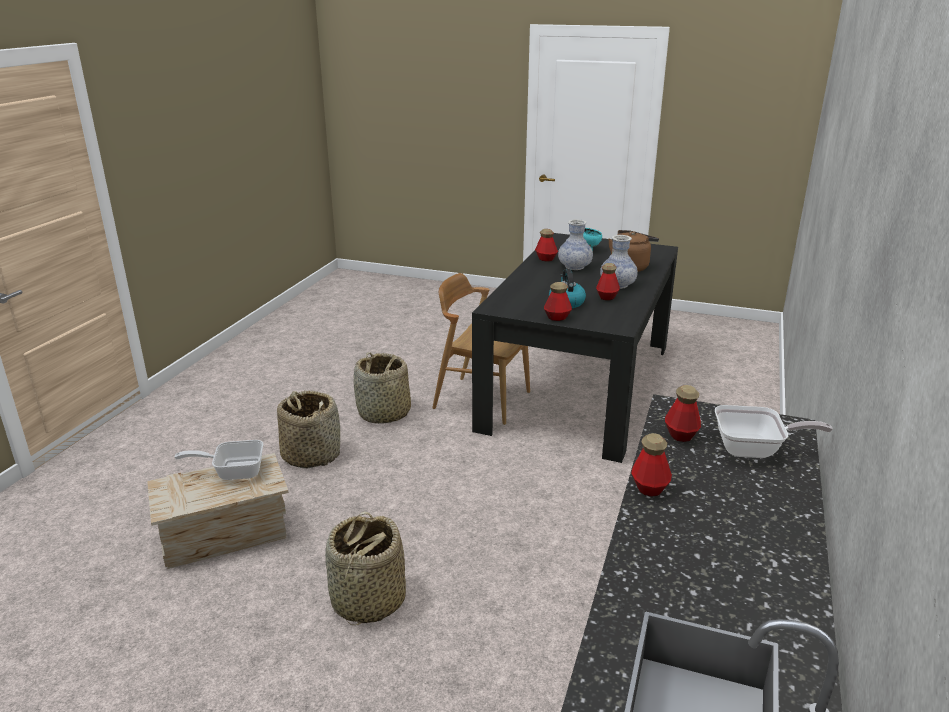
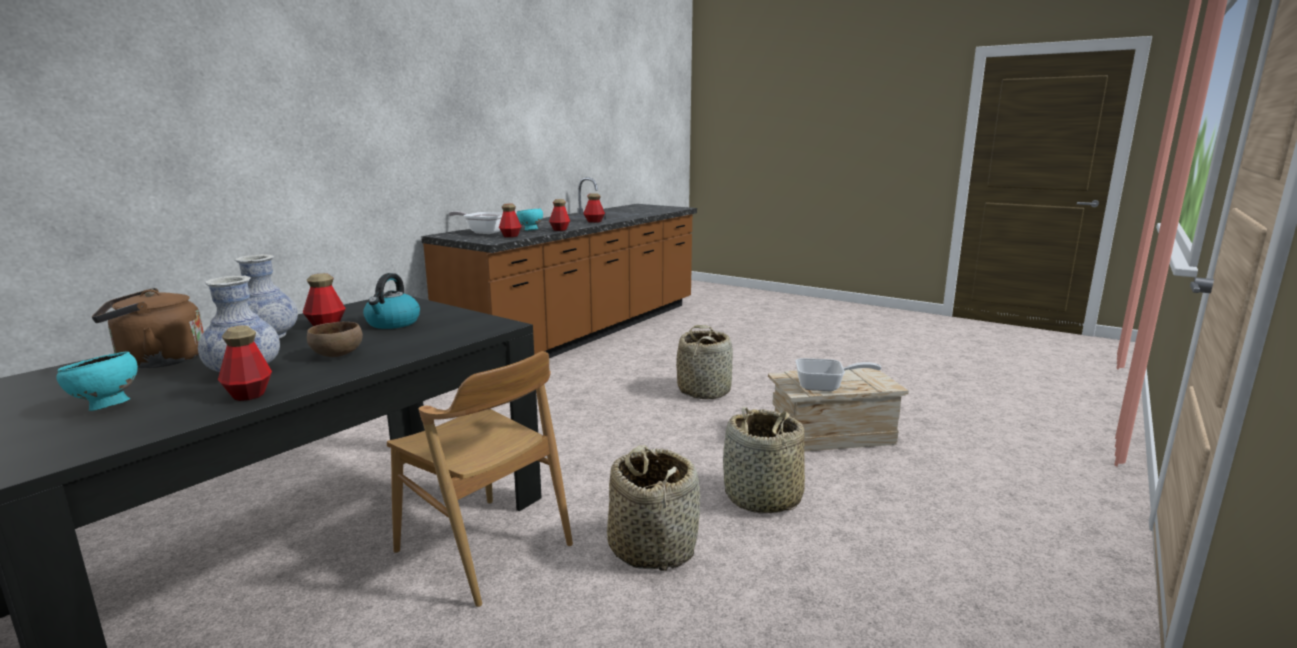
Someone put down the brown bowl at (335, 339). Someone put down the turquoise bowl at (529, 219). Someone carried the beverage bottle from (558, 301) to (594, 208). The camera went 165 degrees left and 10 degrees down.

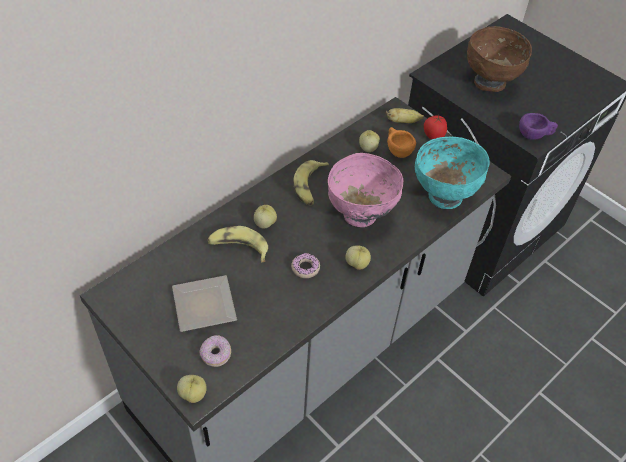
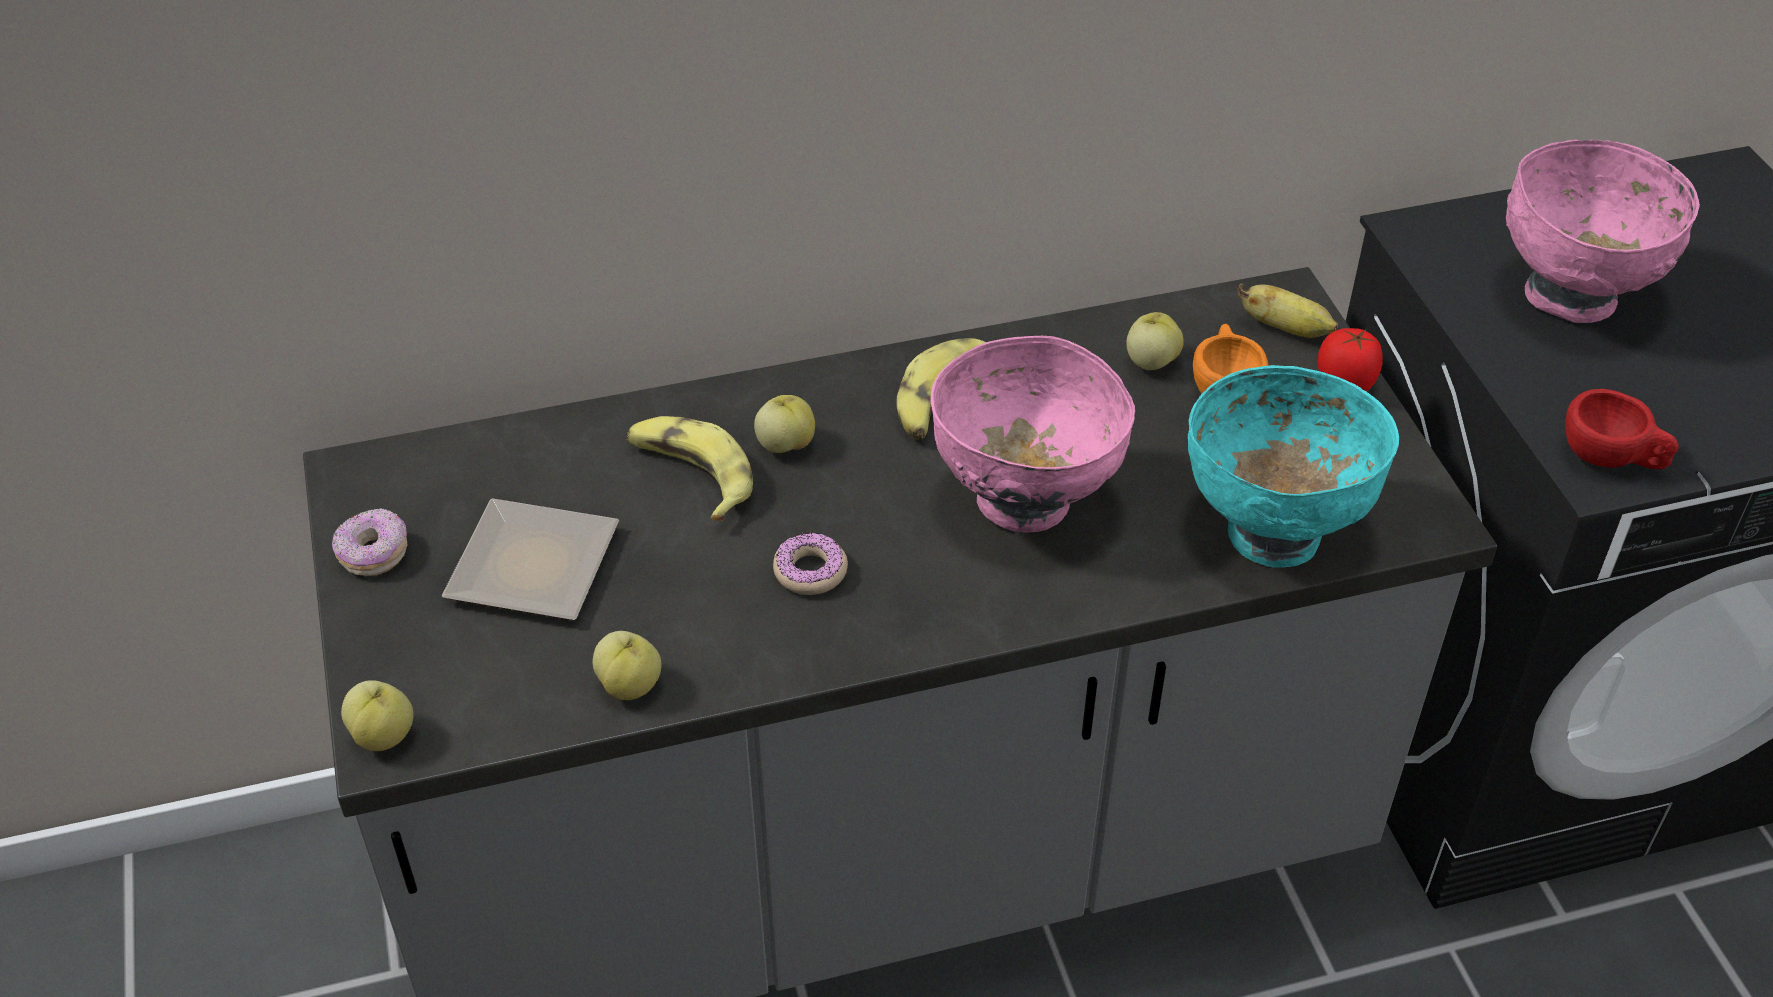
Someone carried the ring doughnut from (215, 351) to (369, 542). Someone carried the apple from (358, 258) to (627, 665). Someone repainted the brown bowl at (499, 59), which became the pink-coloured bowl at (1603, 231). Someone repainted the purple drinking cup at (538, 126), which became the red-coloured drinking cup at (1622, 429). The camera went 30 degrees right and 5 degrees down.

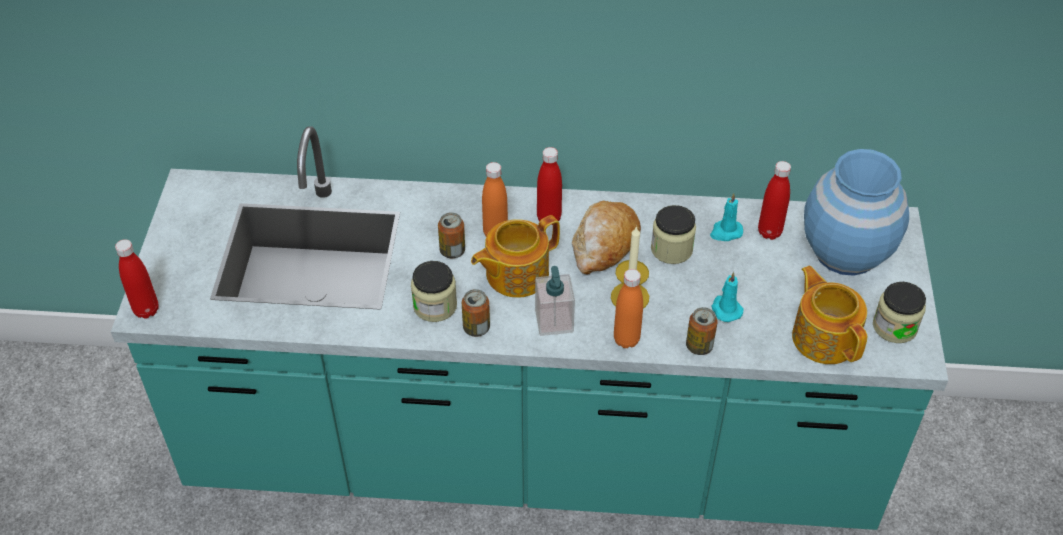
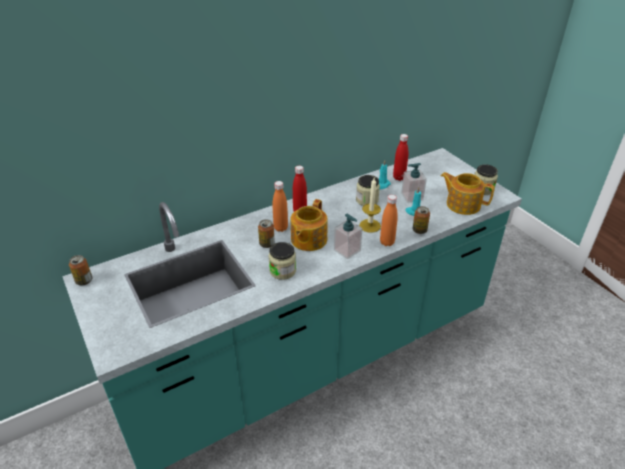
Someone took away the red-coloured beverage bottle at (136, 279). Someone took away the baked bread at (606, 237). Someone took away the blue-coloured vase at (856, 212). Someone put down the liquid soap bottle at (414, 183). Someone carried the sealed can from (476, 313) to (80, 270). The camera went 35 degrees left and 10 degrees down.

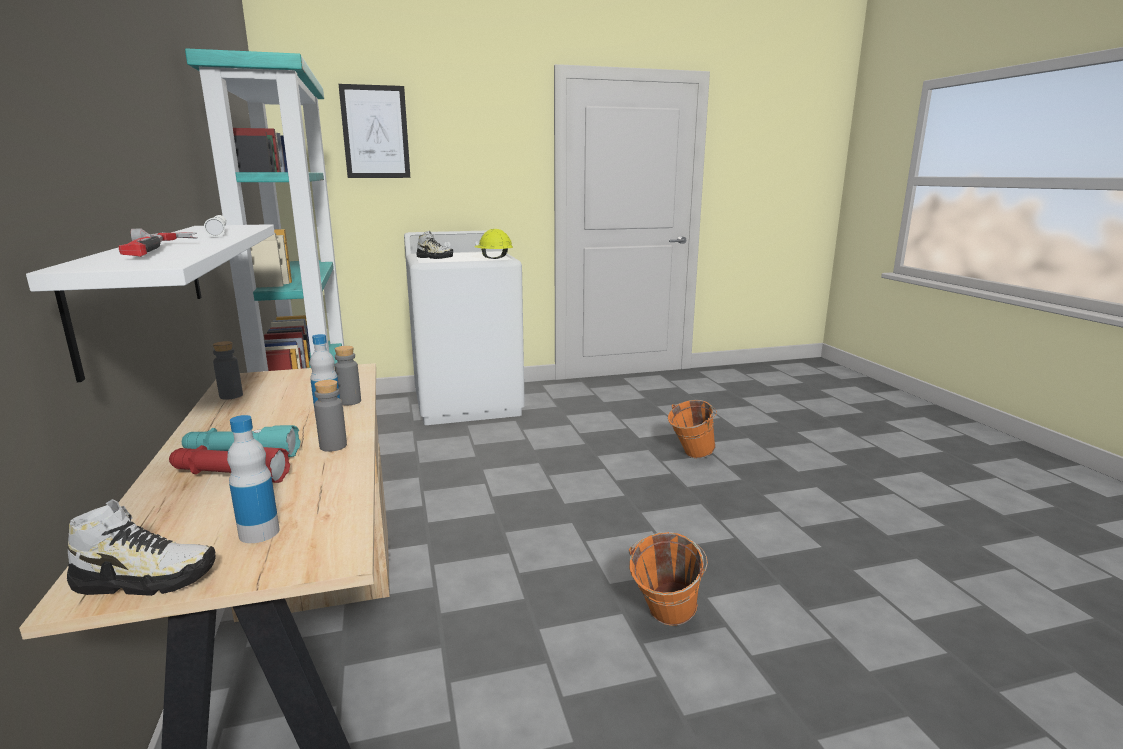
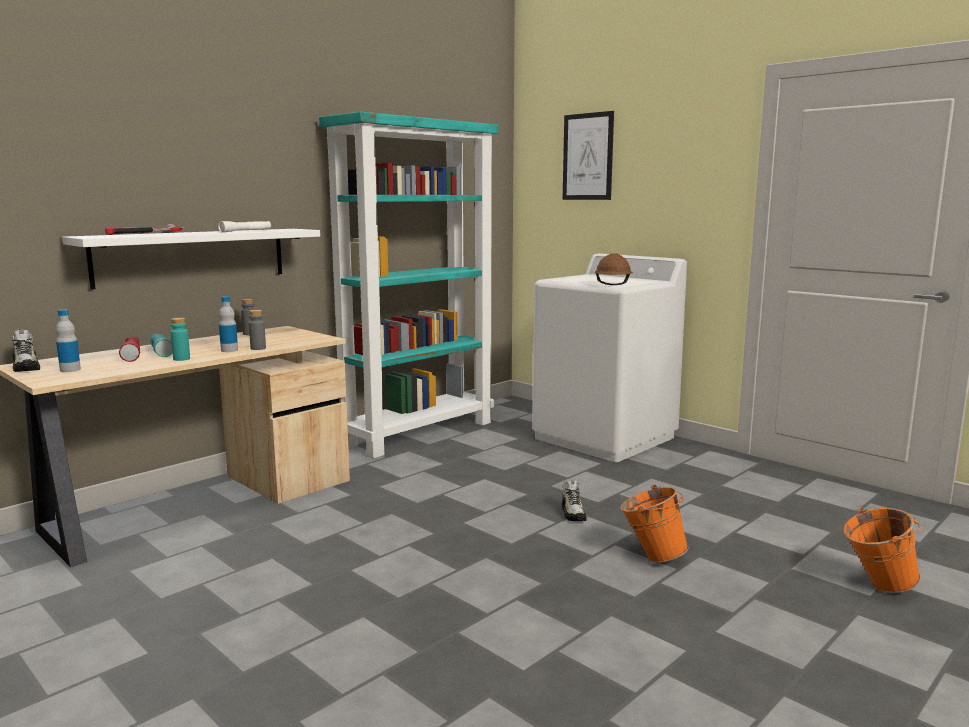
Someone carried the low shoe from (434, 245) to (574, 500). Someone carried the orange water bucket from (668, 579) to (882, 550). Someone repainted the gray beverage bottle at (330, 416), which became the turquoise beverage bottle at (180, 339). Someone repainted the yellow-coloured hard hat at (493, 244), which became the brown hard hat at (614, 269). The camera went 60 degrees right and 5 degrees down.

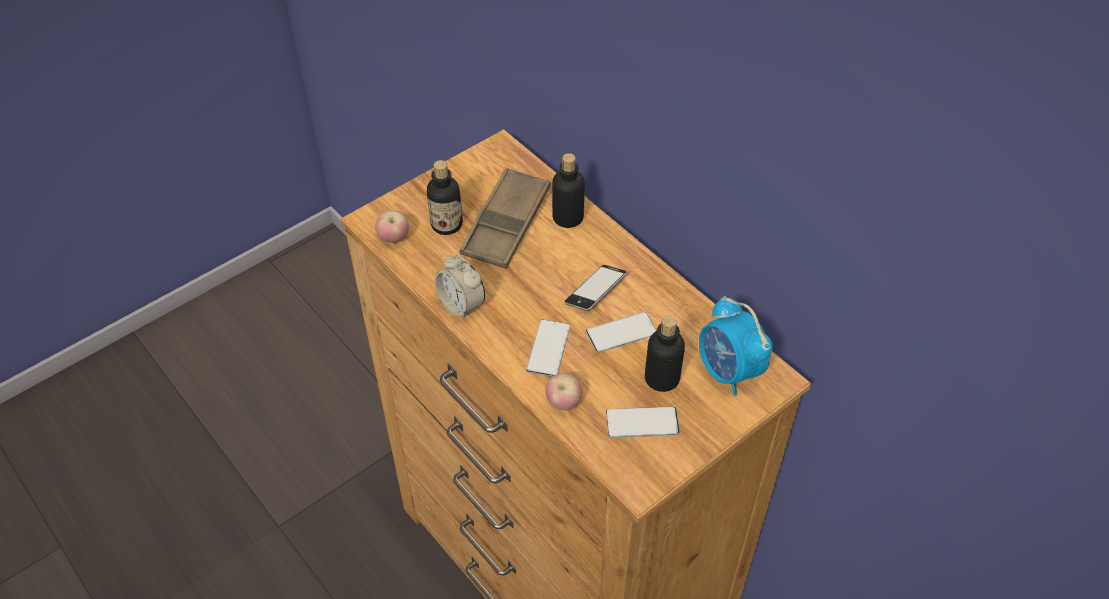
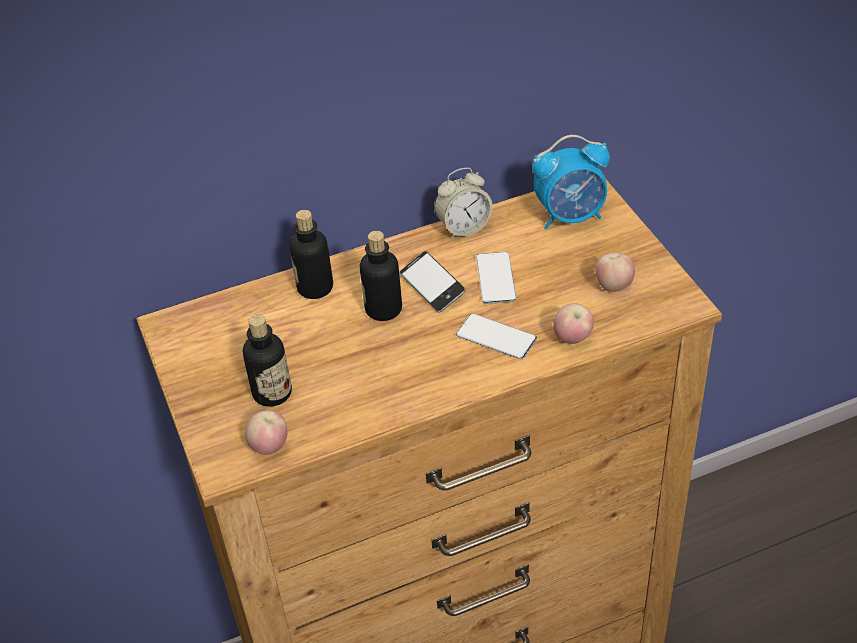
Someone took away the brown carrying tray at (505, 218). Someone carried the alarm clock from (460, 287) to (463, 203). Someone carried the beverage bottle from (665, 354) to (381, 276). Someone swapped the phone at (643, 422) for the apple at (615, 272). The camera went 70 degrees left and 5 degrees down.

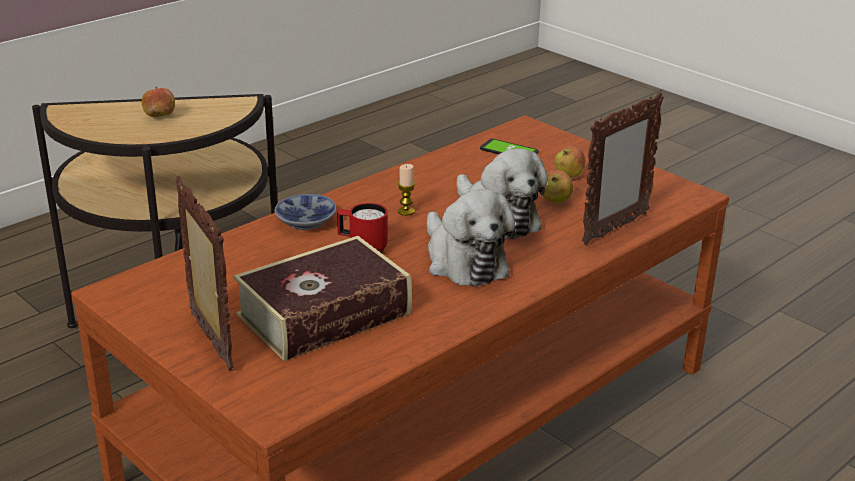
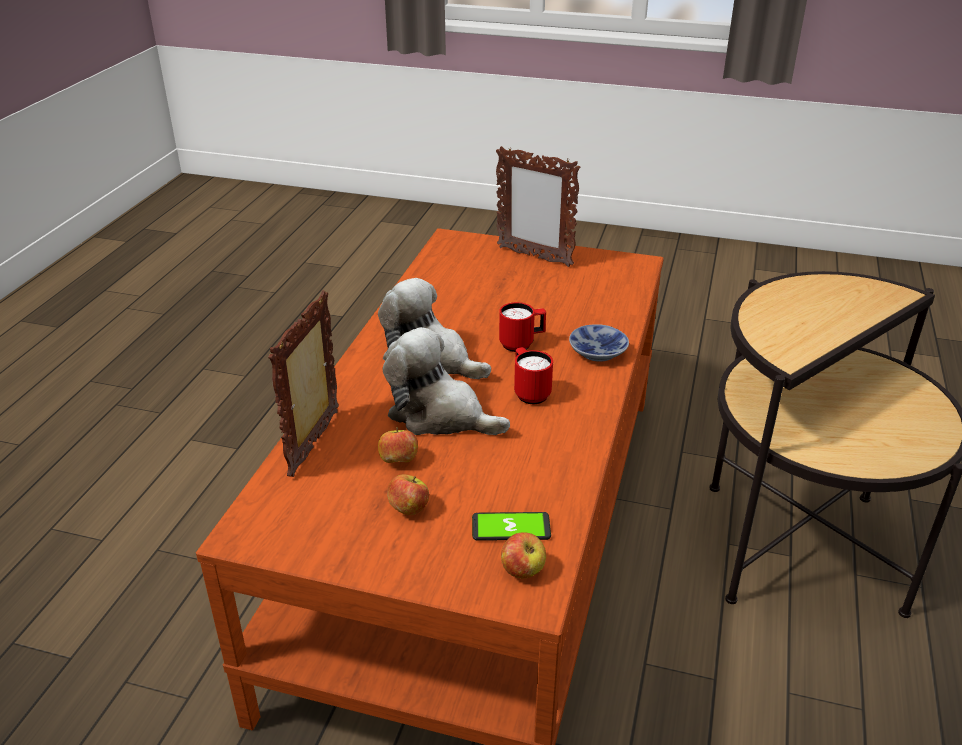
Someone took away the volume at (323, 298). Someone carried the apple from (158, 102) to (523, 555). Someone swapped the wax candle at (406, 190) for the red-coloured mug at (533, 375). The camera went 150 degrees right and 5 degrees up.

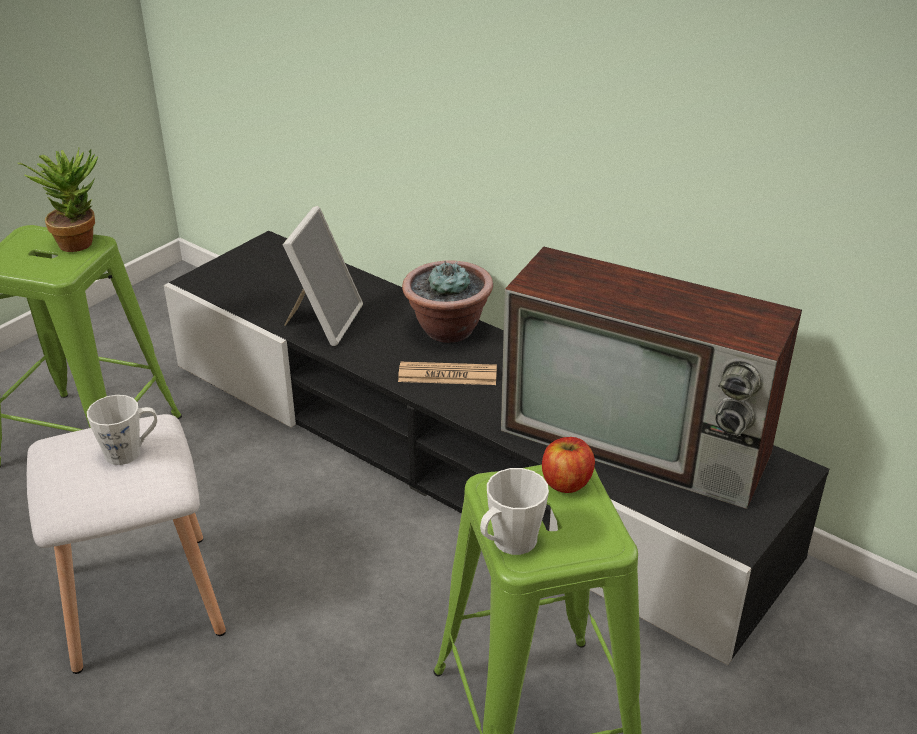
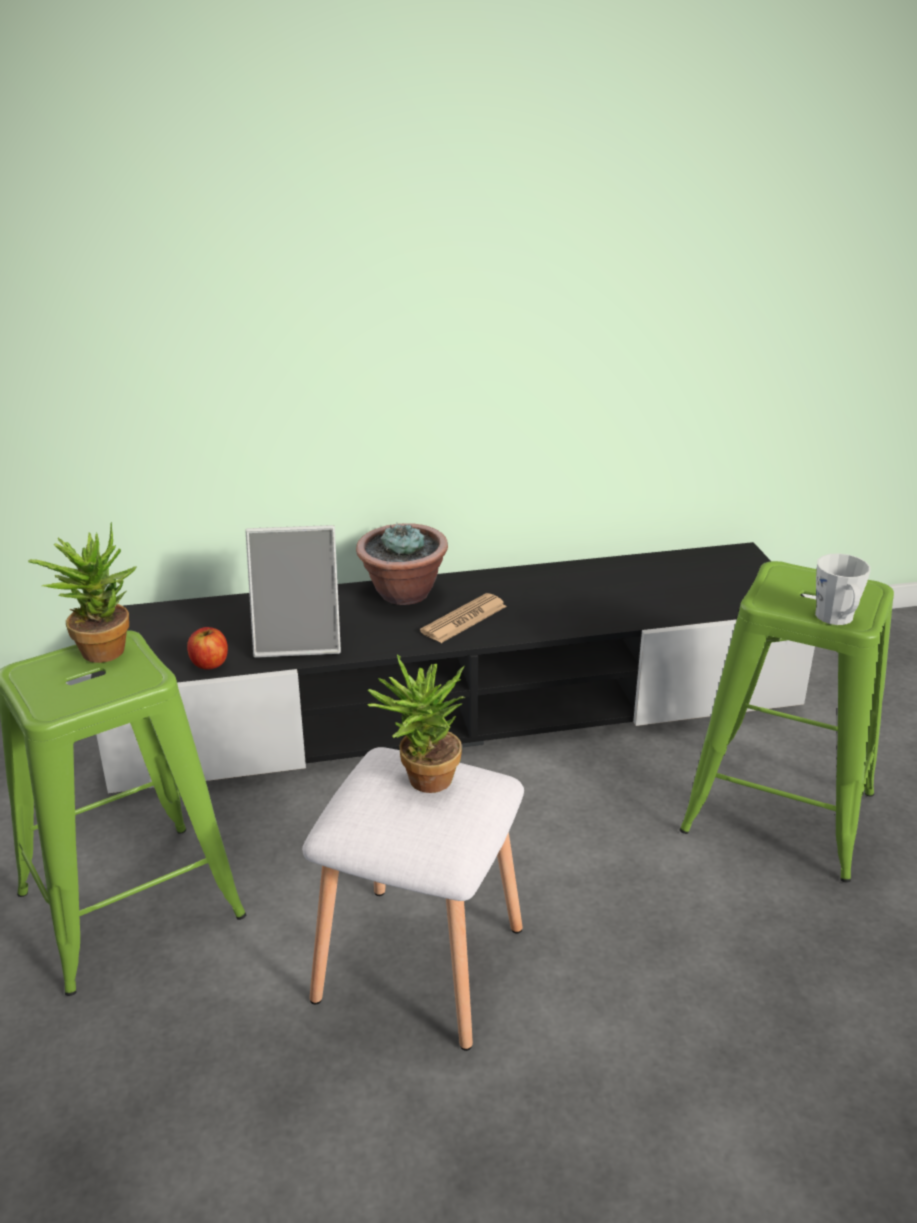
Someone took away the TV at (651, 378). Someone carried the apple from (568, 465) to (207, 648). Someone swapped the white-coloured mug at (122, 430) for the houseplant at (416, 723). Someone rotated the standing frame at (323, 276) by 120 degrees clockwise. The camera went 50 degrees left and 5 degrees down.

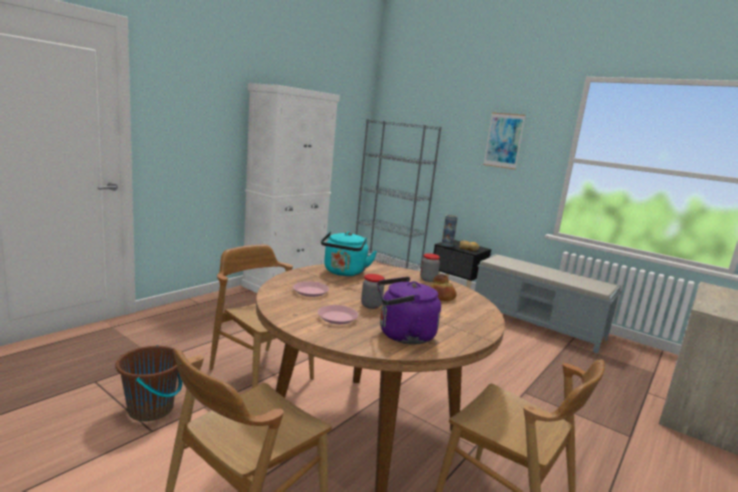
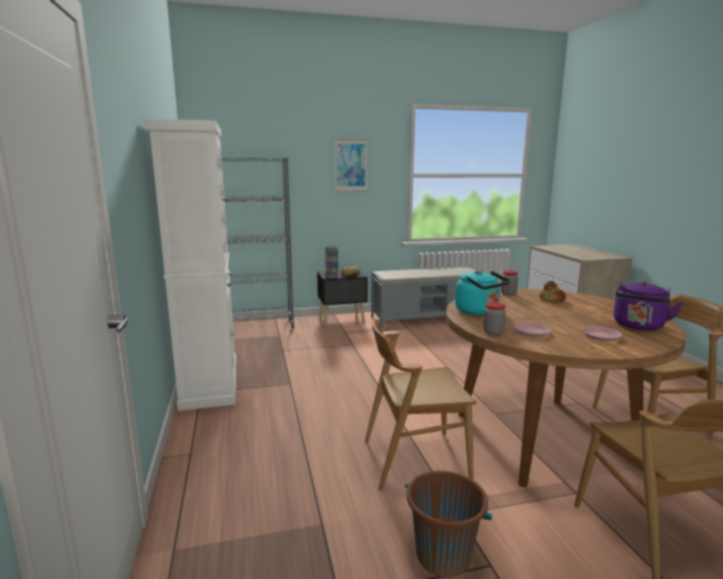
Someone carried the preserve jar from (372, 291) to (494, 319). The camera went 50 degrees left and 0 degrees up.

